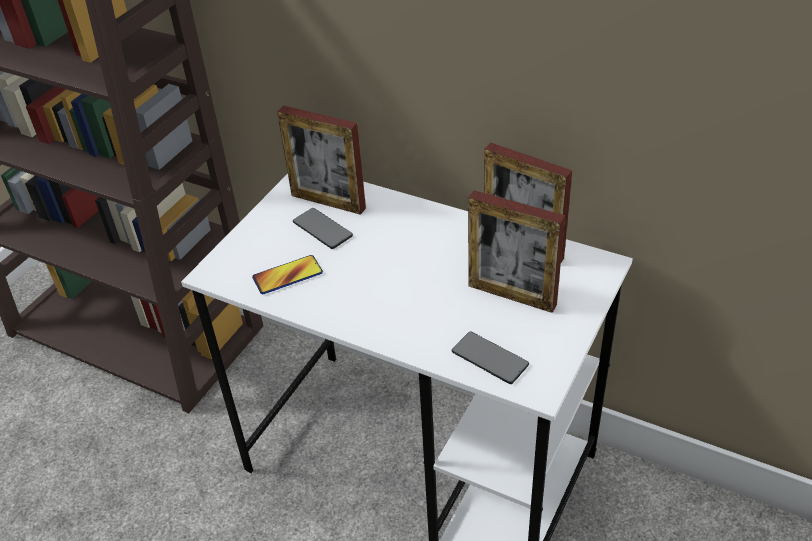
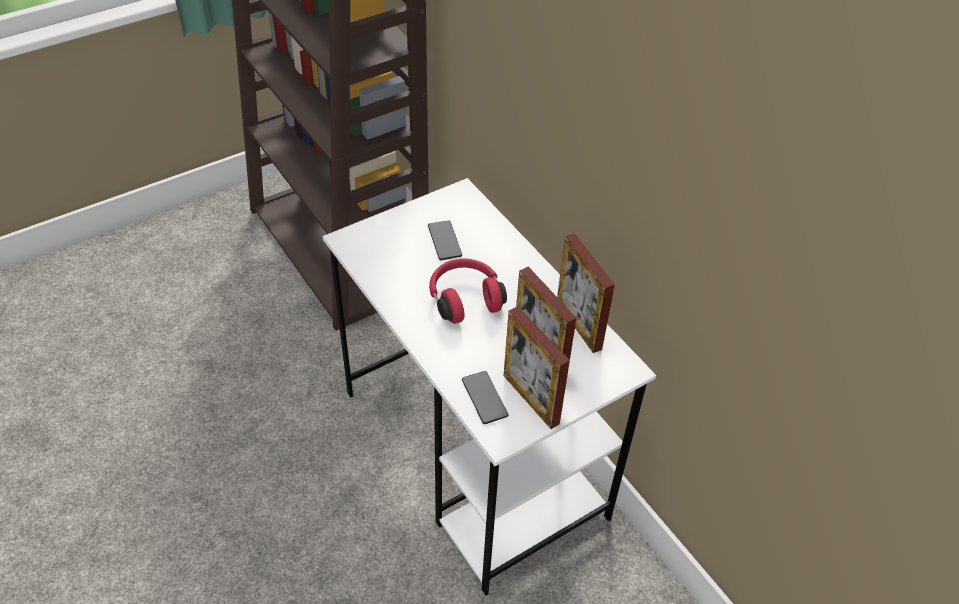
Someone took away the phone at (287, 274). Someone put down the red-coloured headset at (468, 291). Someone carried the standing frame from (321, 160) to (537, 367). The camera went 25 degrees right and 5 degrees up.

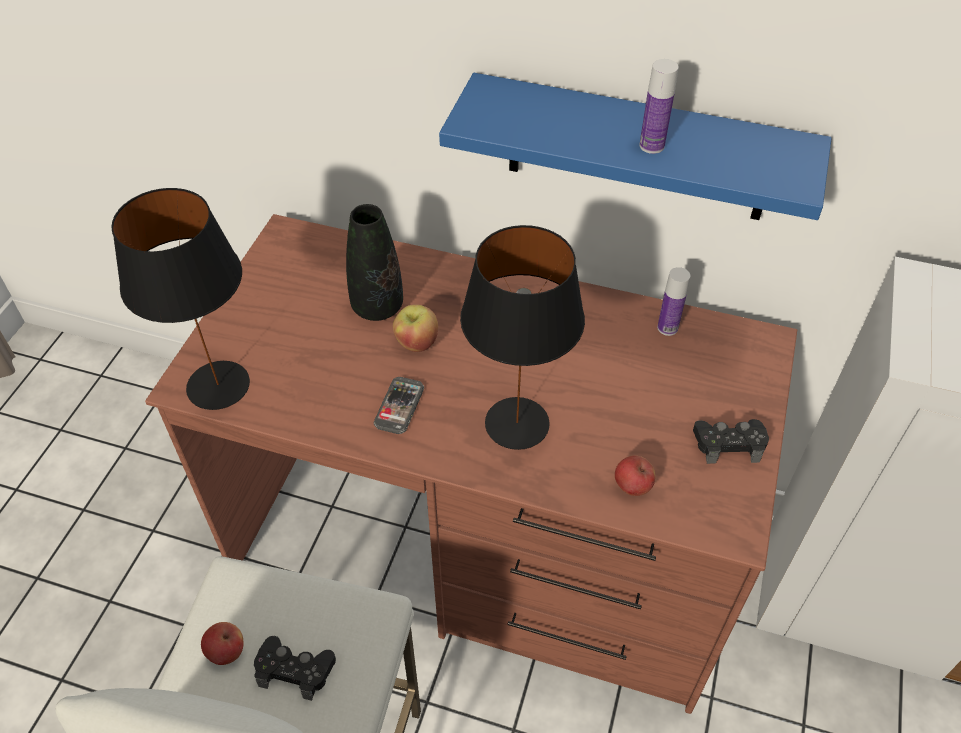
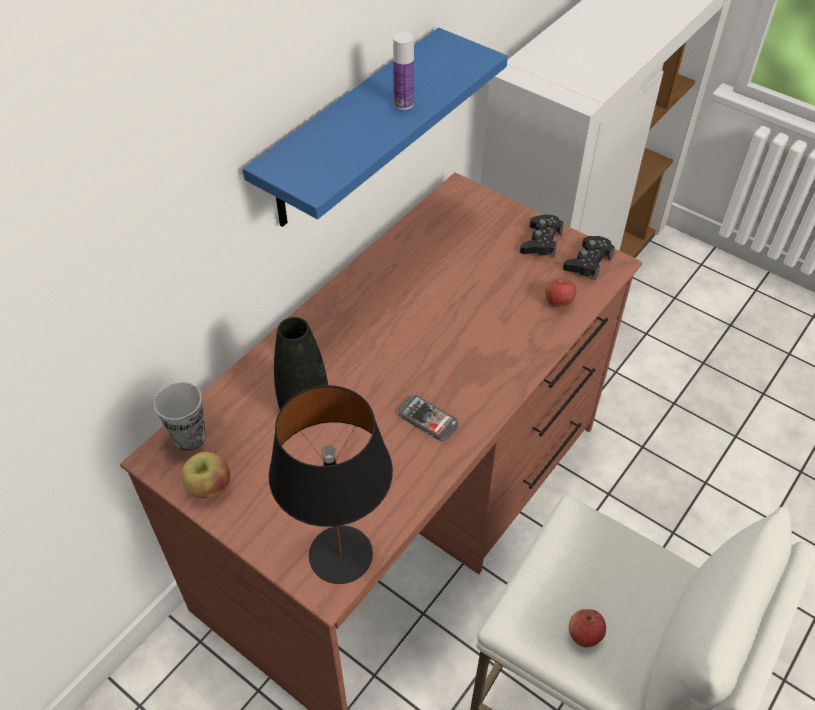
Someone took away the blackish table lamp at (522, 337). Someone took away the beverage bottle at (673, 301). Someone put down the drinking cup at (180, 416). Someone carried the blackish joypad from (295, 668) to (589, 258). Someone carried the apple from (415, 328) to (205, 475). The camera went 70 degrees left and 0 degrees up.

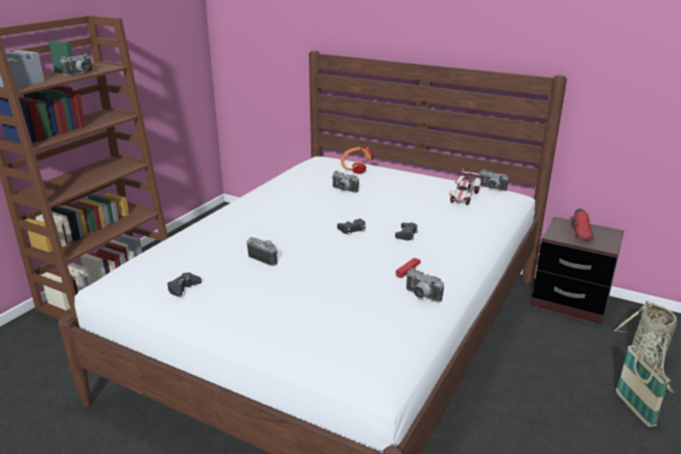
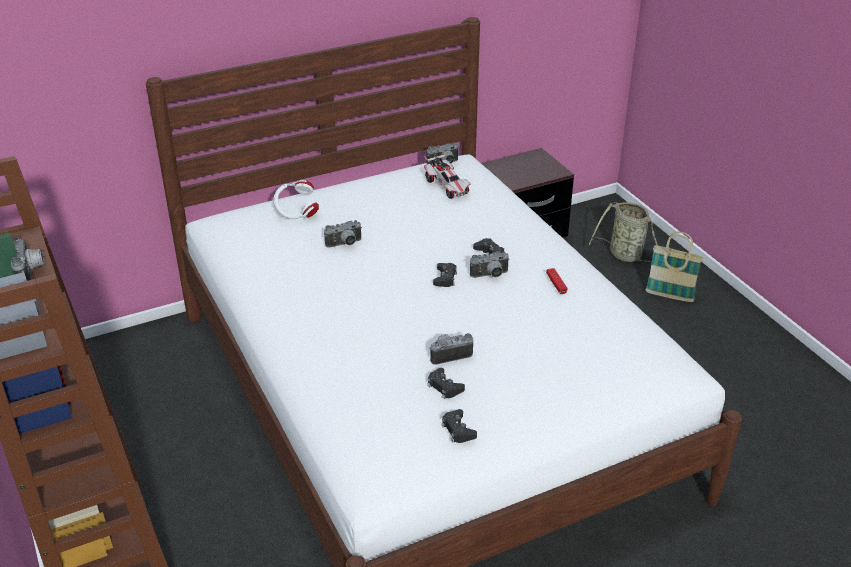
Someone took away the red-coloured low shoe at (582, 224). Someone put down the blackish joypad at (446, 383). Someone carried the still camera from (425, 284) to (490, 264). Someone repainted the orange headset at (357, 160), which became the white-coloured headset at (296, 199). The camera went 55 degrees left and 10 degrees up.

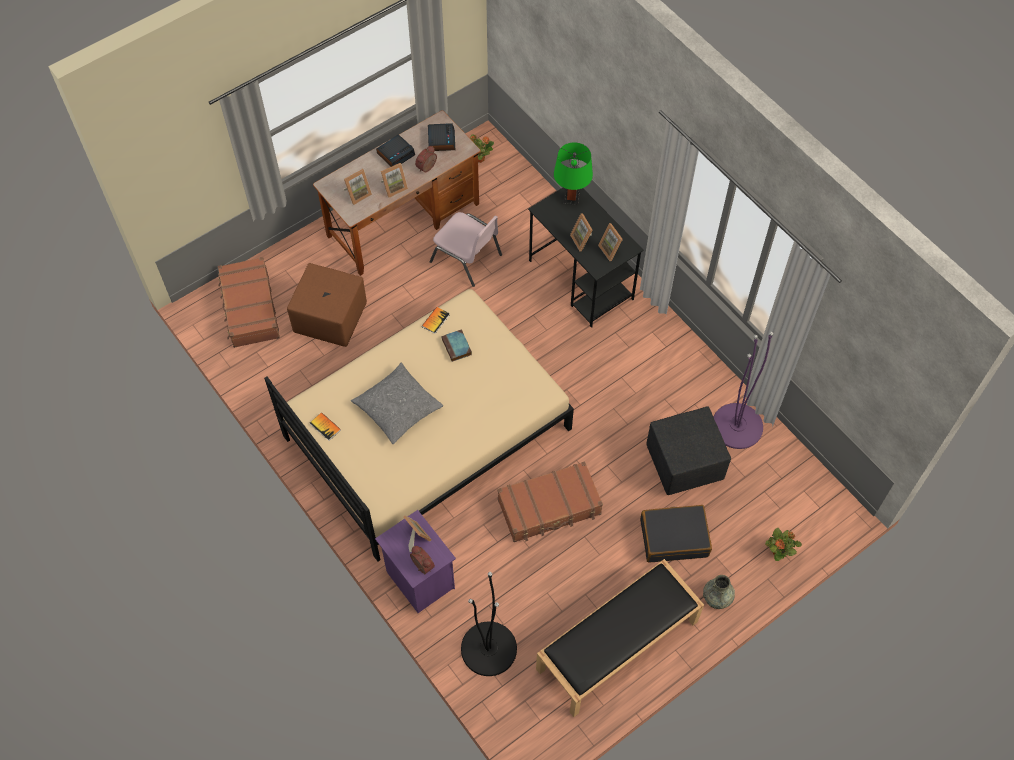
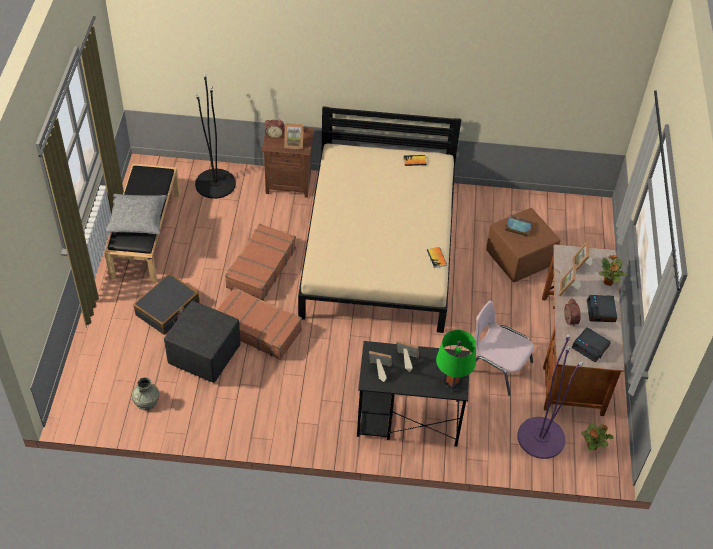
Someone carried the brown suitcase from (249, 302) to (259, 323). Someone carried the gray cushion from (397, 403) to (136, 214). Someone carried the volume from (456, 345) to (519, 226). Someone carried the gray vase from (719, 592) to (146, 393). Someone carried the purple standard lamp from (743, 390) to (550, 396). Someone carried the houseplant from (783, 544) to (613, 270). Someone repainted the purple nightstand at (415, 561), which became the brown nightstand at (288, 162). Someone rotated the pink-coloured chair at (466, 249) by 45 degrees clockwise. The camera went 130 degrees right and 10 degrees down.

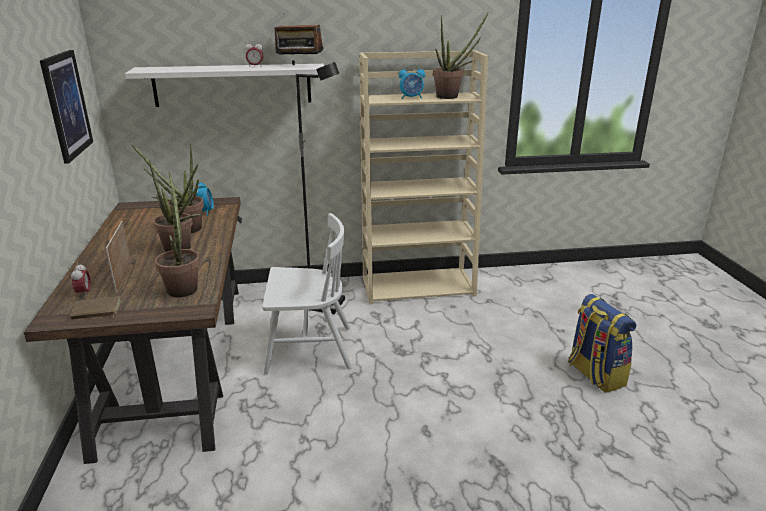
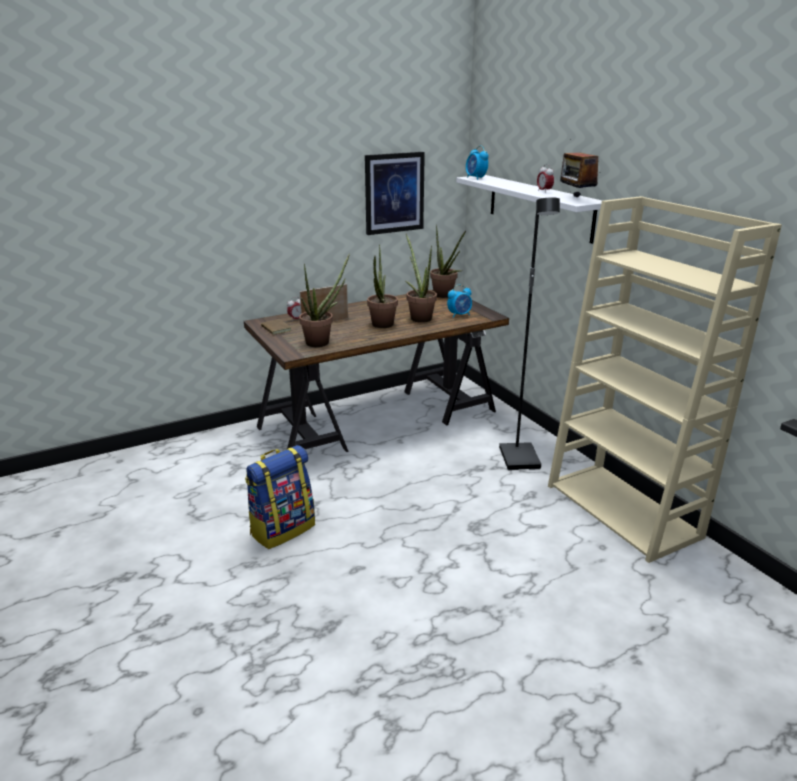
Someone took away the white-coloured chair at (307, 293). Someone carried the alarm clock from (412, 82) to (477, 162). Someone carried the houseplant from (460, 56) to (448, 261). Someone carried the knapsack from (602, 343) to (280, 497). The camera went 70 degrees right and 0 degrees up.

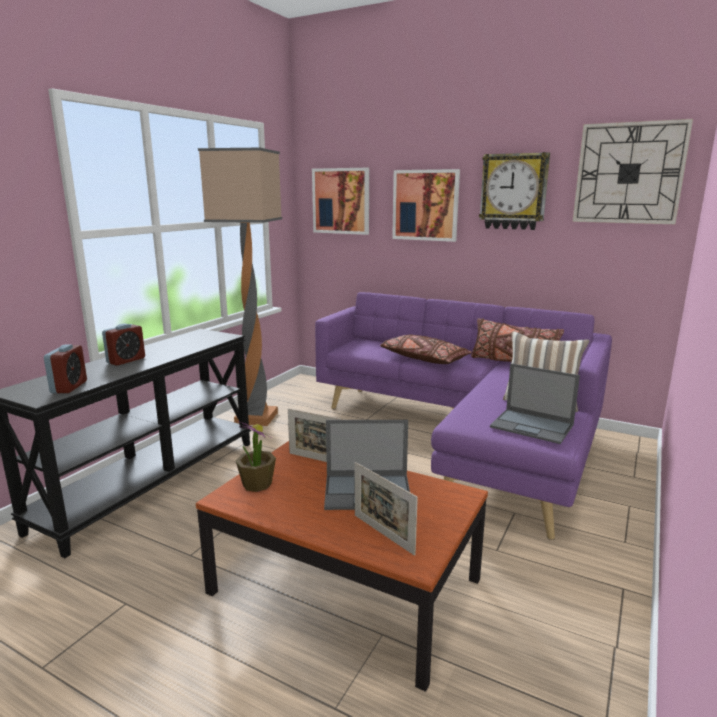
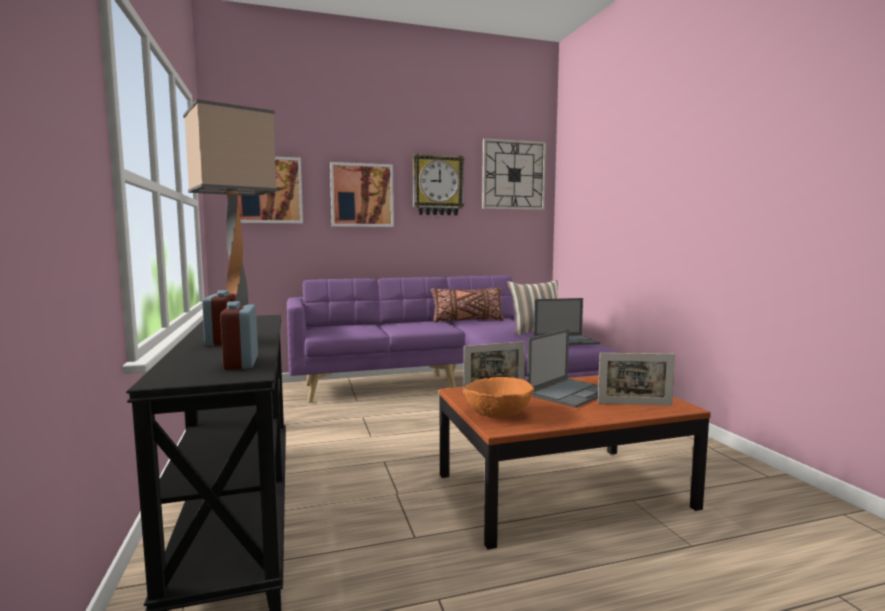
Someone took away the brown cushion at (426, 349). Someone swapped the houseplant at (255, 456) for the orange bowl at (499, 397). Someone rotated the alarm clock at (65, 368) by 150 degrees counterclockwise. The camera went 45 degrees left and 10 degrees down.

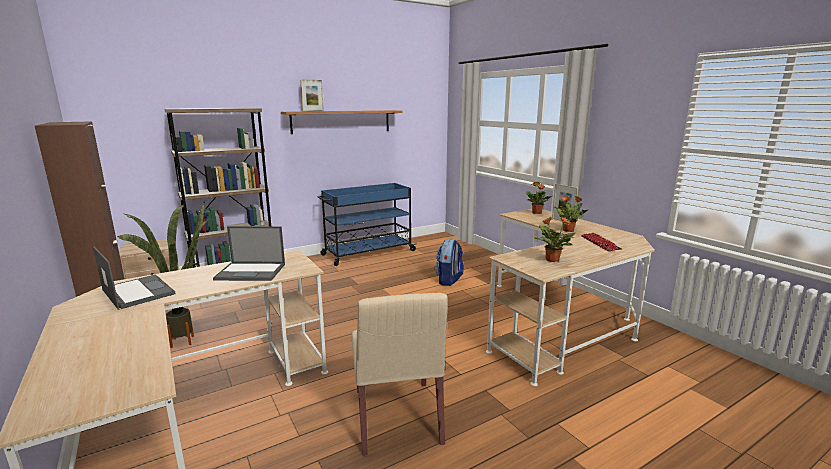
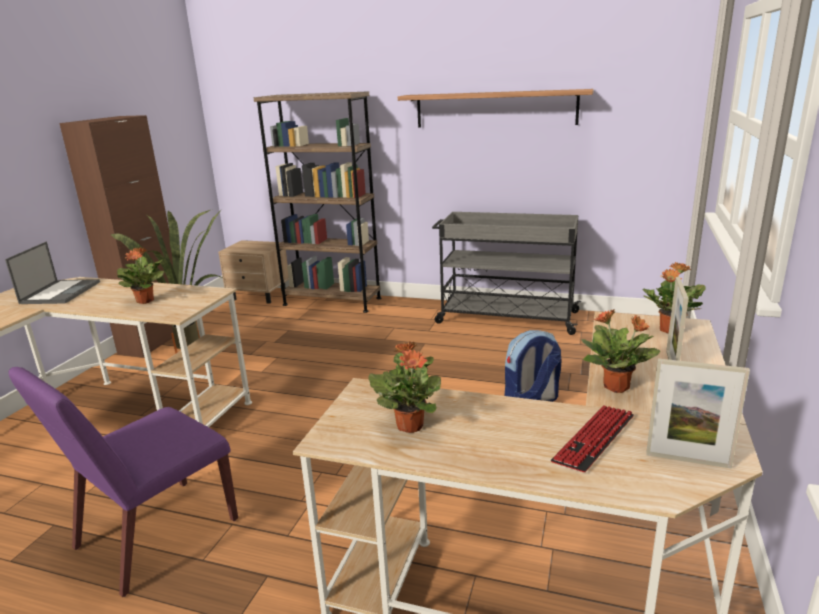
Someone carried the standing frame from (312, 95) to (698, 413). Someone swapped the notebook computer at (249, 253) for the houseplant at (140, 275). Someone repainted the blue-coloured cart at (366, 224), which became the gray cart at (506, 273). Someone repainted the sand-coloured chair at (400, 374), which became the purple chair at (123, 482). The camera went 50 degrees right and 5 degrees up.

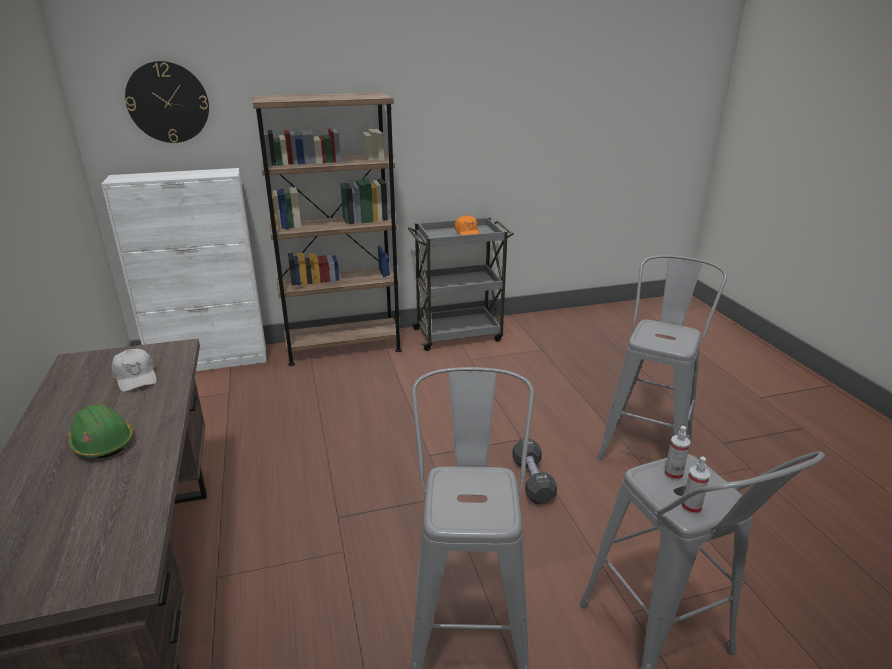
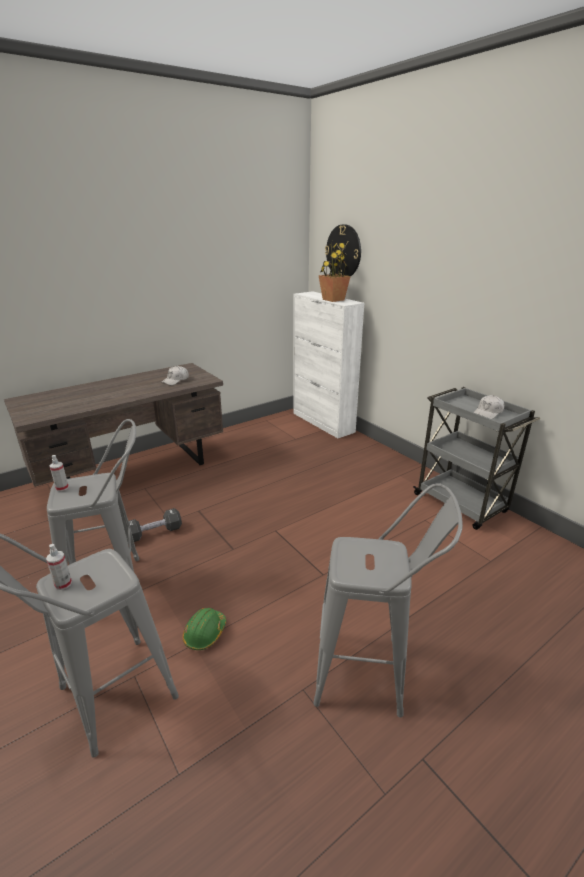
Someone took away the brown bookshelf at (327, 229). Someone put down the houseplant at (334, 271). Someone carried the greenish hard hat from (100, 431) to (204, 629). Someone carried the blackish hand weight from (534, 471) to (155, 525). Someone carried the sprayer from (677, 453) to (59, 473). Someone repainted the orange peaked cap at (468, 225), which became the white-coloured peaked cap at (489, 407). The camera went 70 degrees right and 0 degrees up.

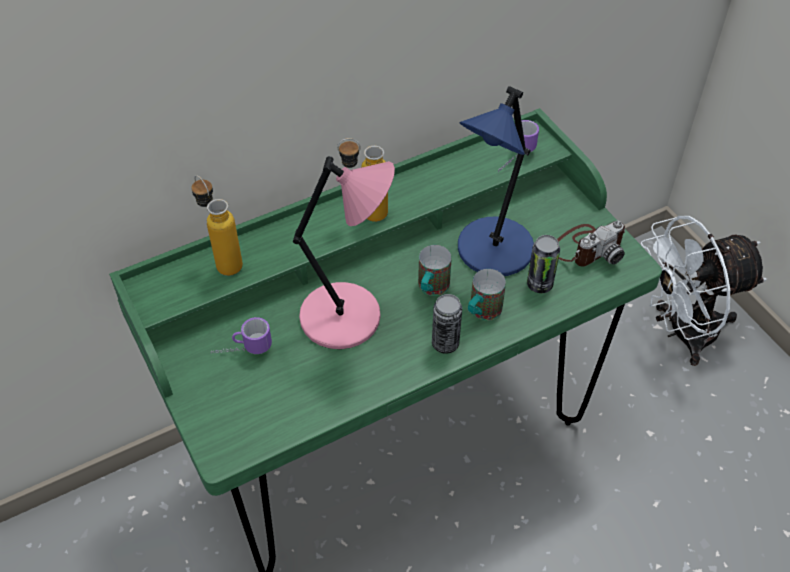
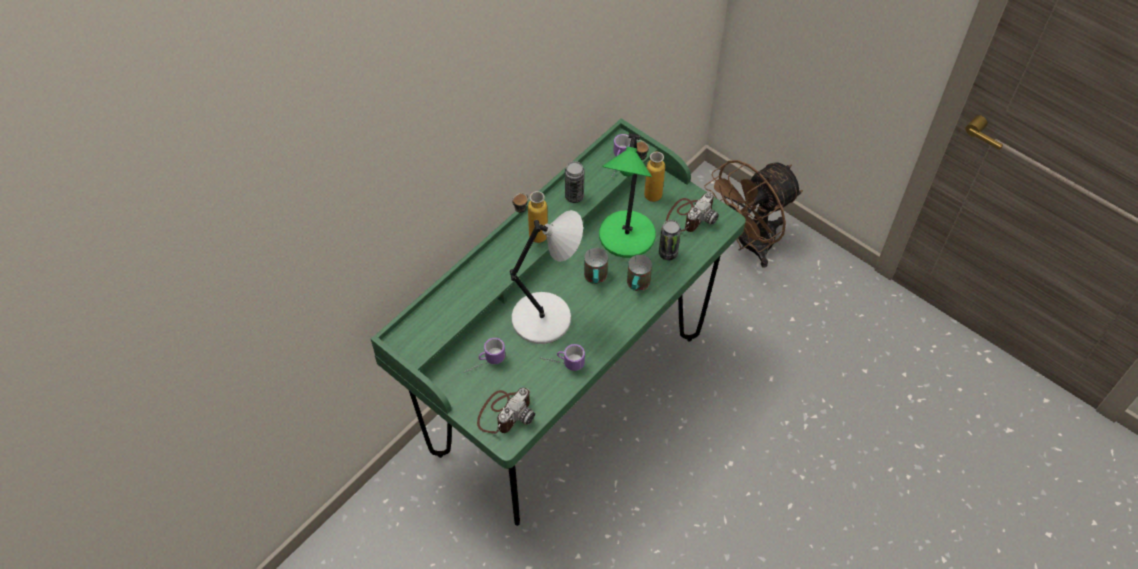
Someone put down the still camera at (506, 411). Someone put down the mug at (562, 357). Someone carried the beverage bottle from (217, 225) to (651, 171). Someone carried the sealed can from (447, 324) to (574, 182). Someone repainted the pink-coloured table lamp at (344, 252), which became the gray table lamp at (546, 277). Someone repainted the blue-coloured table lamp at (496, 181), which became the greenish table lamp at (627, 195). Someone repainted the white-coloured cooling fan at (704, 291), which became the brown cooling fan at (753, 214). The camera went 20 degrees left and 5 degrees up.

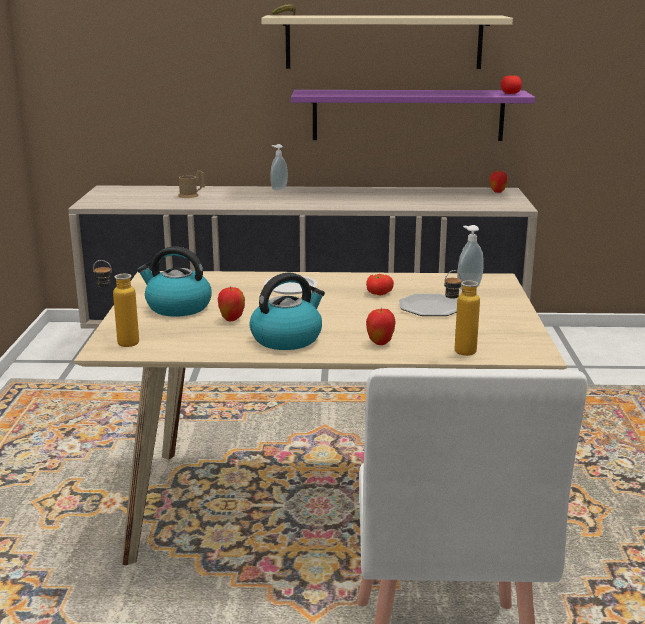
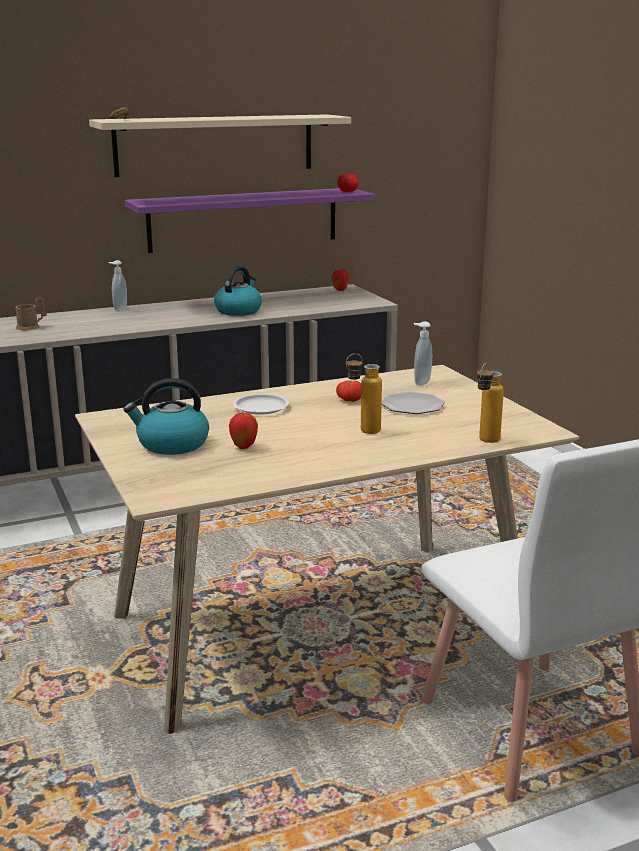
Someone took away the apple at (381, 326). Someone carried the beverage bottle from (116, 303) to (364, 393). Someone carried the tea kettle from (287, 311) to (238, 291). The camera went 25 degrees left and 0 degrees up.

